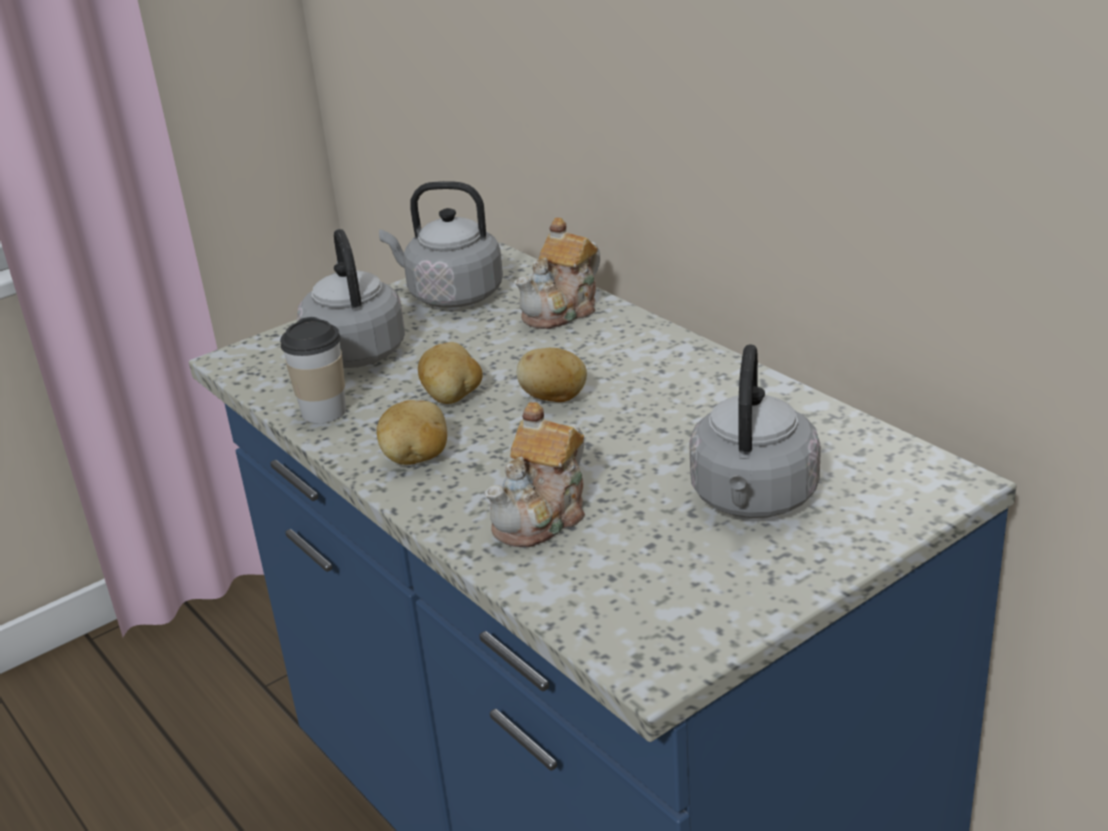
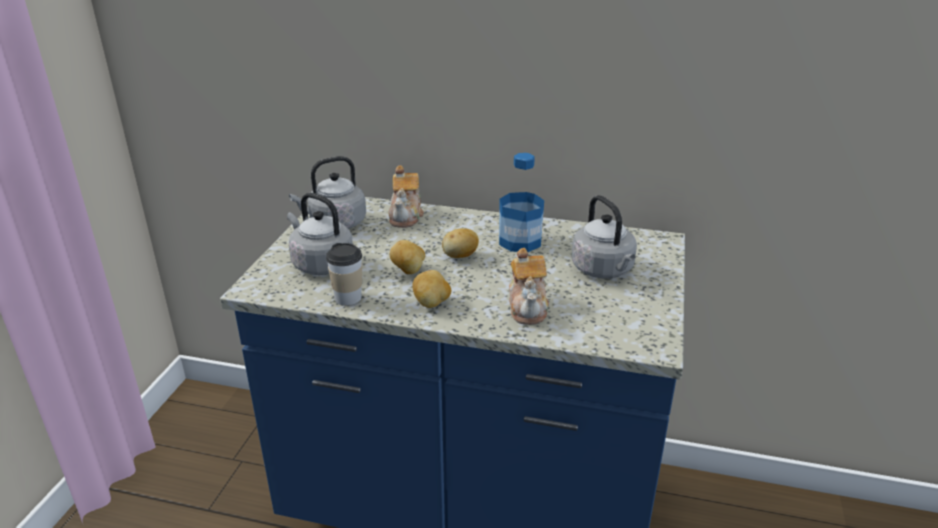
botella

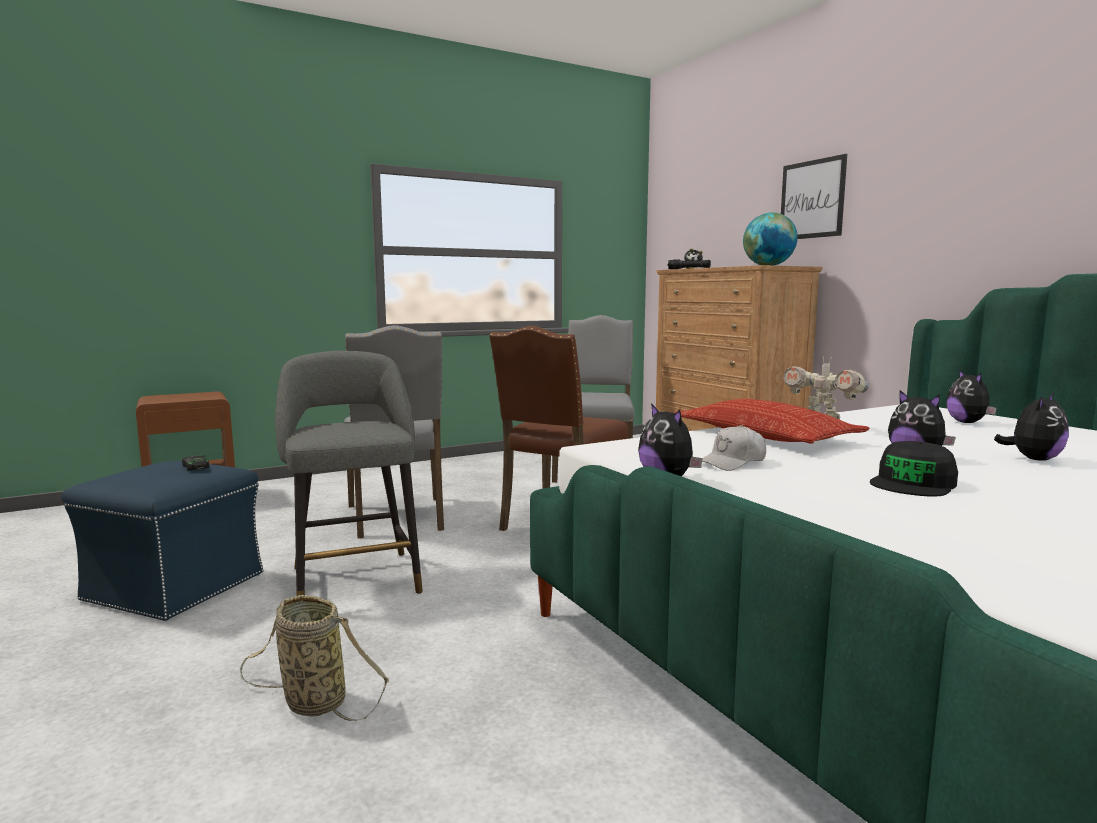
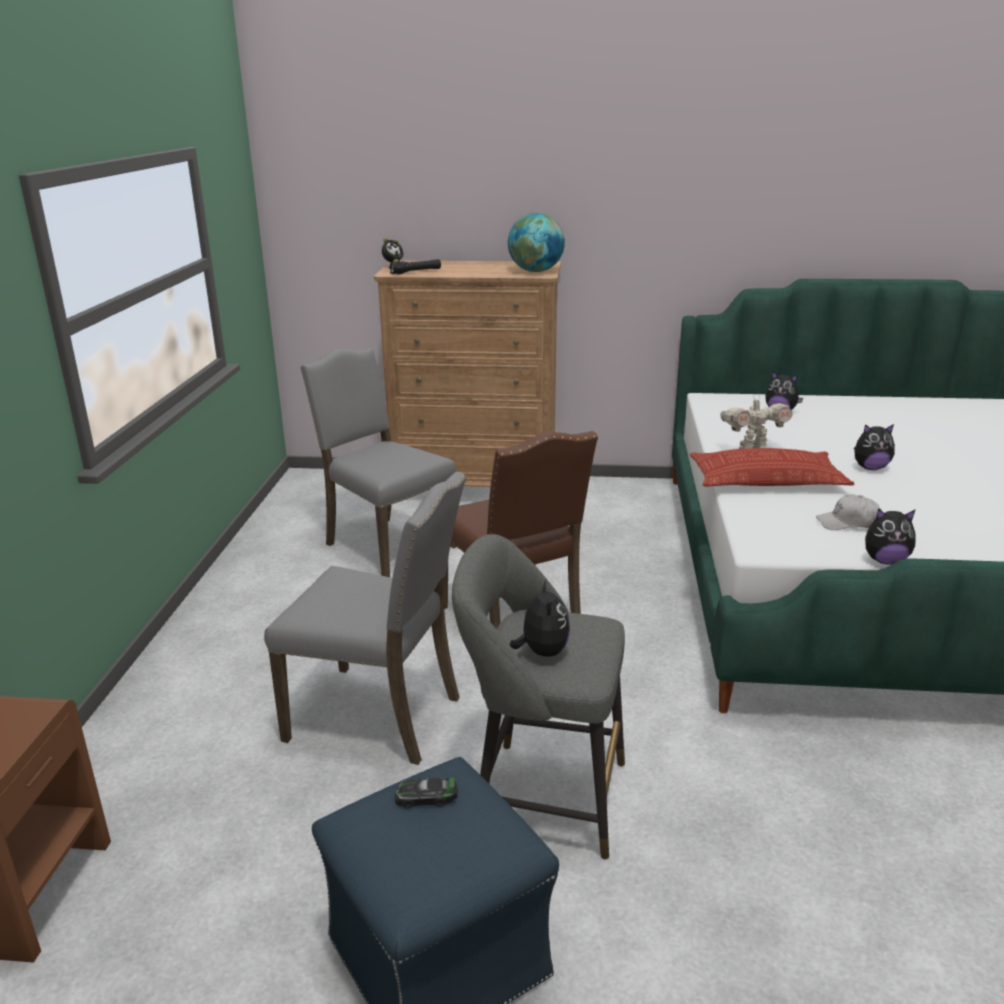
cesta; cuadro; gorra [negro]; peluche (no. 1 from left); gorra [blanco]

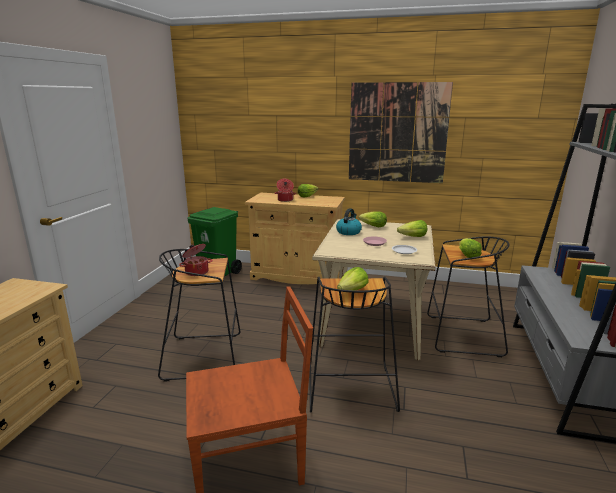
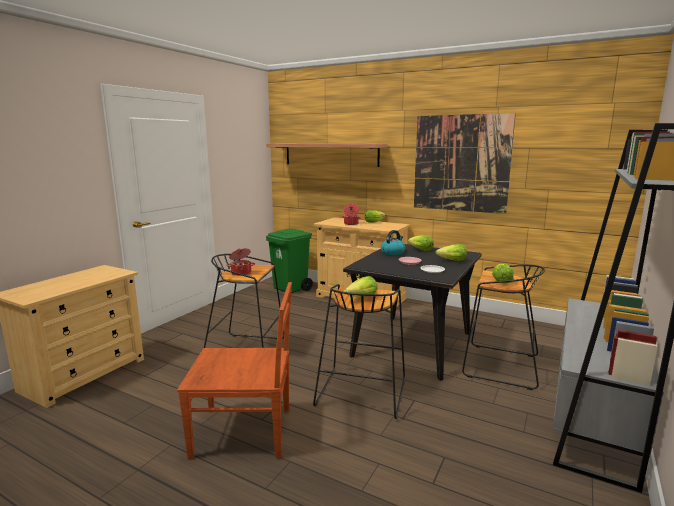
estante; mesa de comedor [negro]

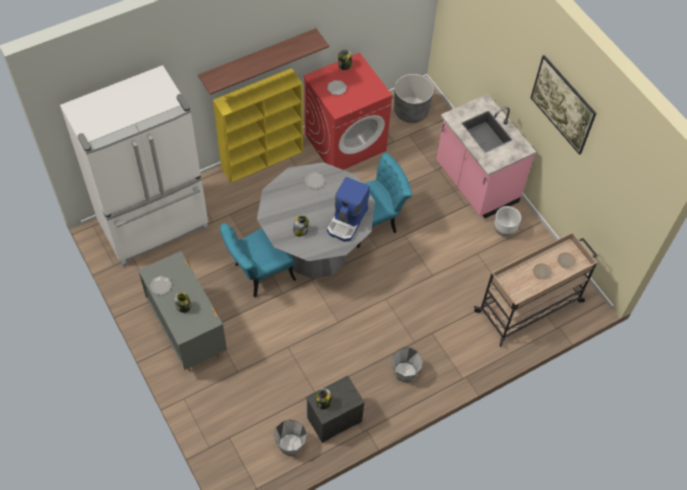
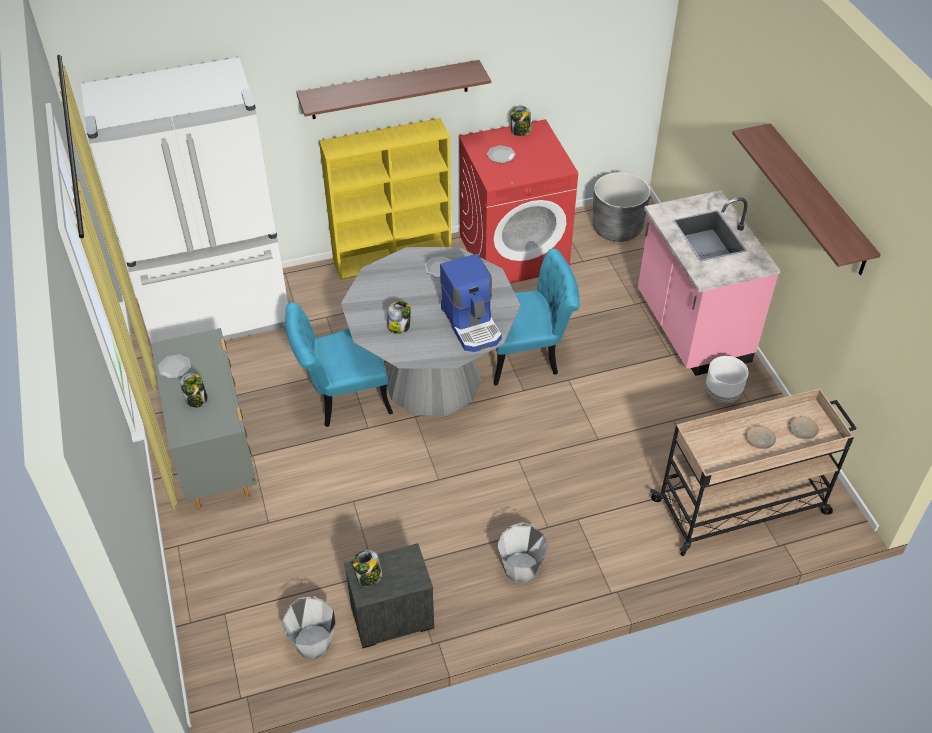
estante (no. 2 from left); cafetera

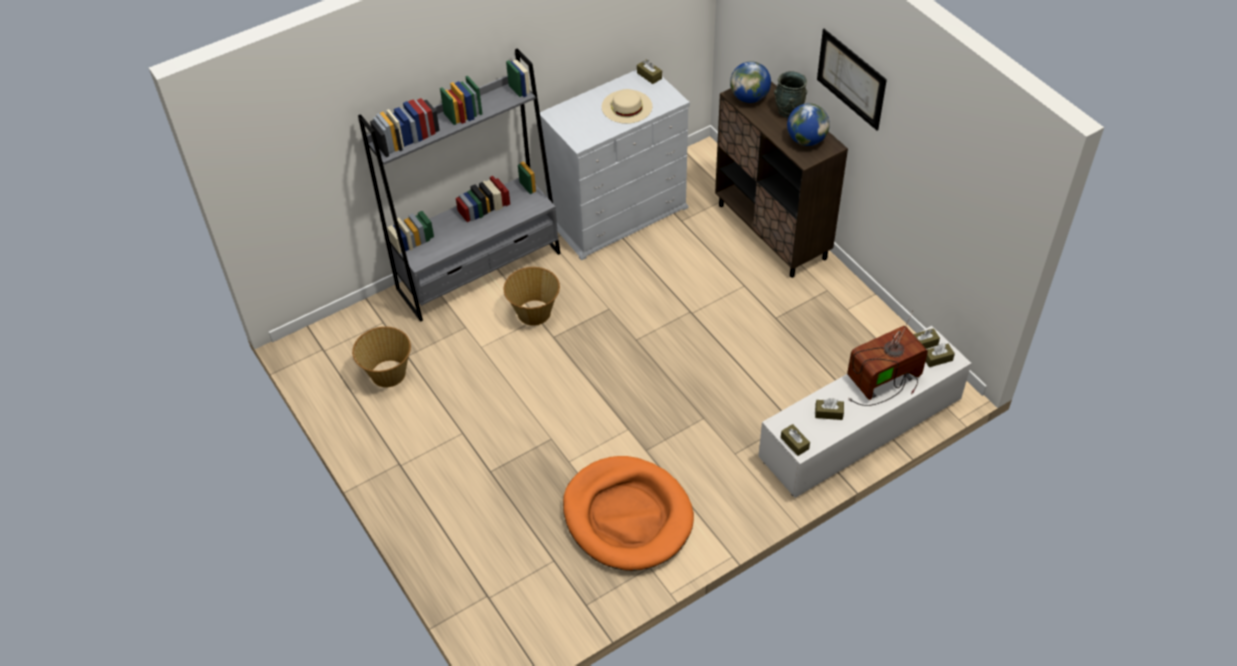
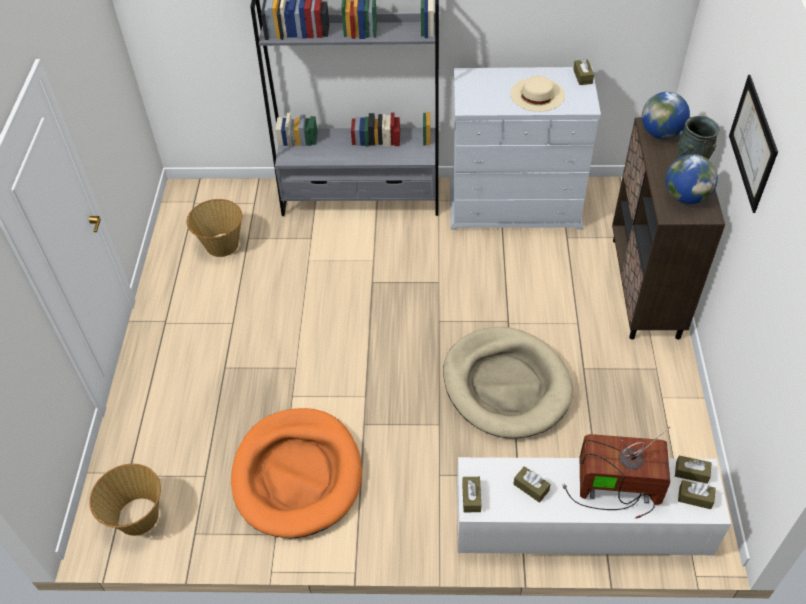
cama para perro [beis]; cesta (no. 1 from left)

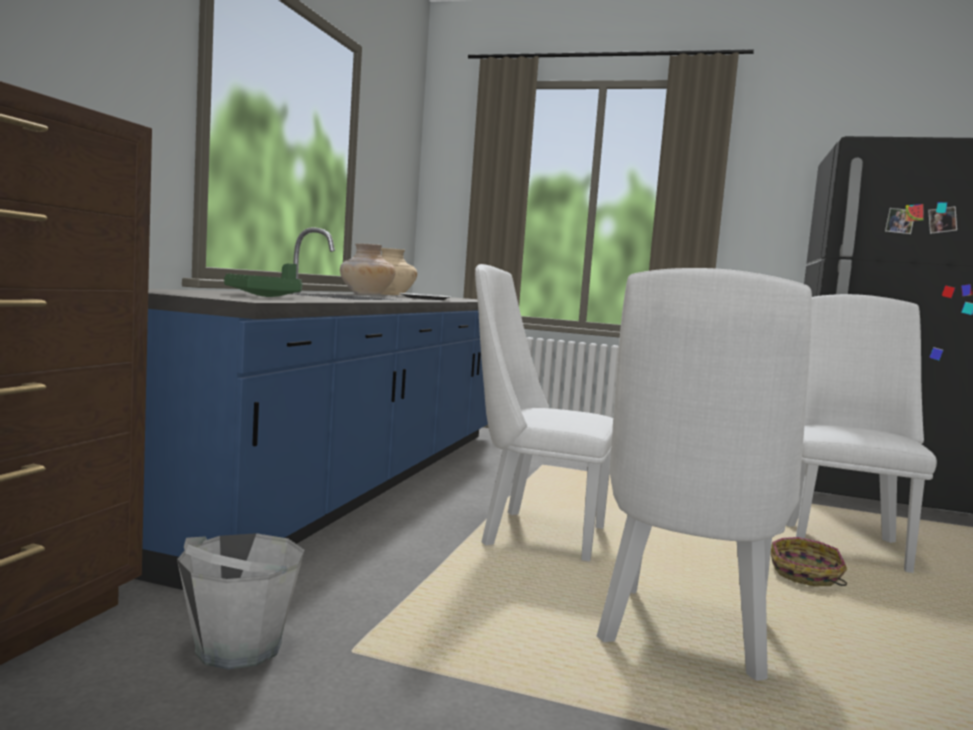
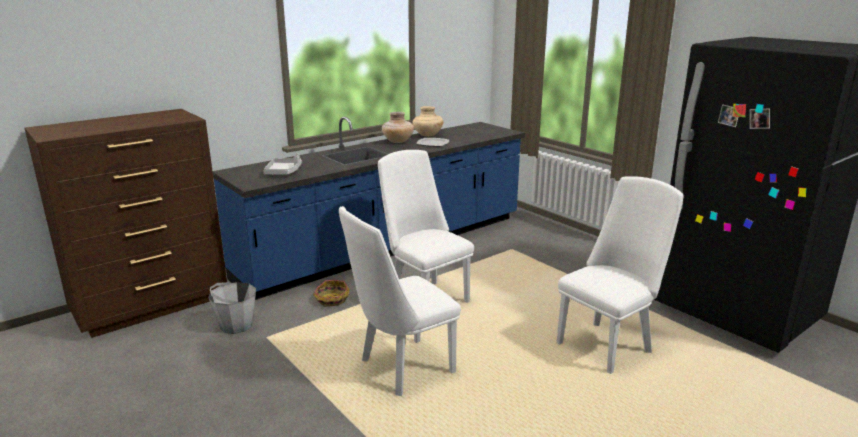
cesta; bandeja [gris]

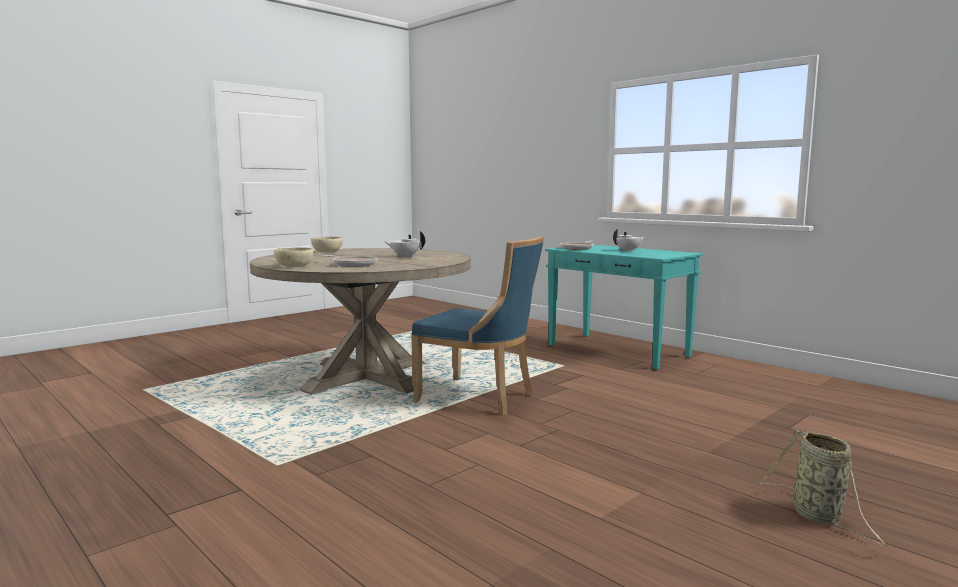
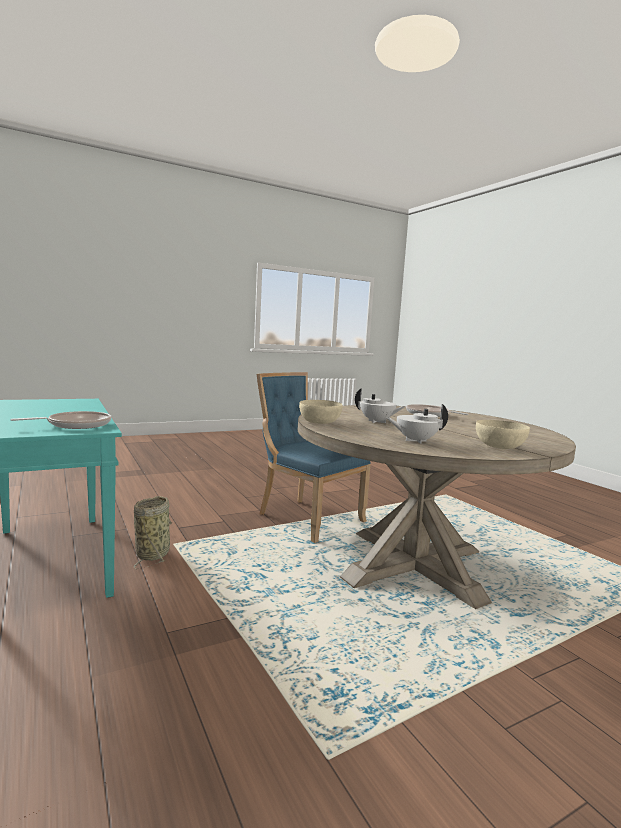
cuenco [beis] (no. 1 from left); tetera [blanco] (no. 2 from left); cesta

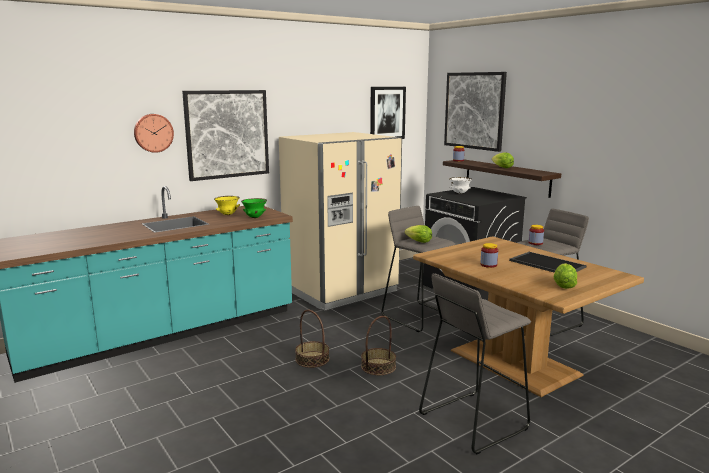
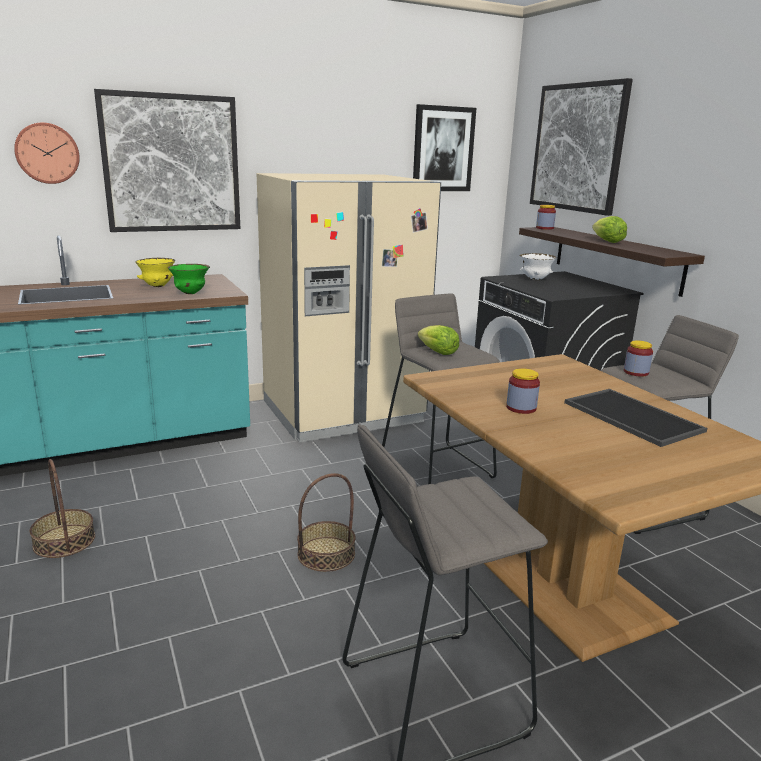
lechuga (no. 3 from left in the first image); cesta (no. 1 from left)

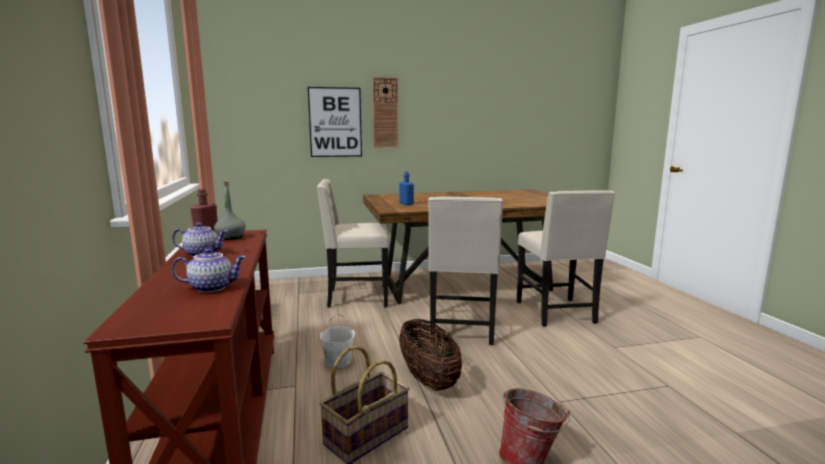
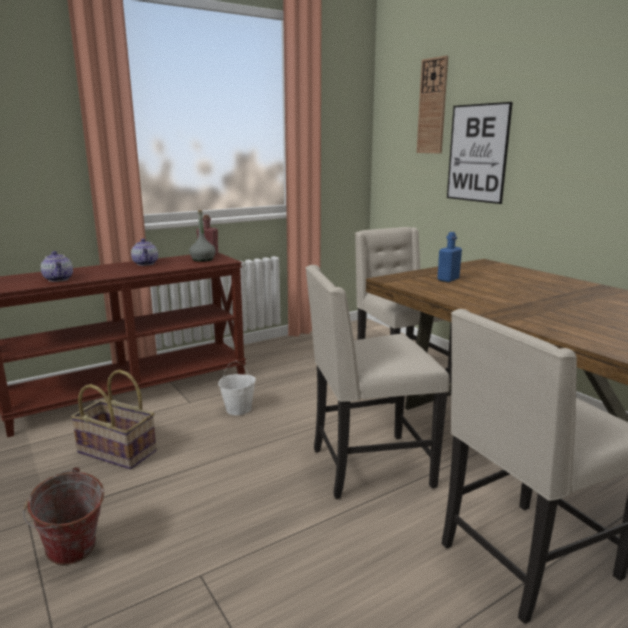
cesta (no. 2 from left in the first image); reloj de pared

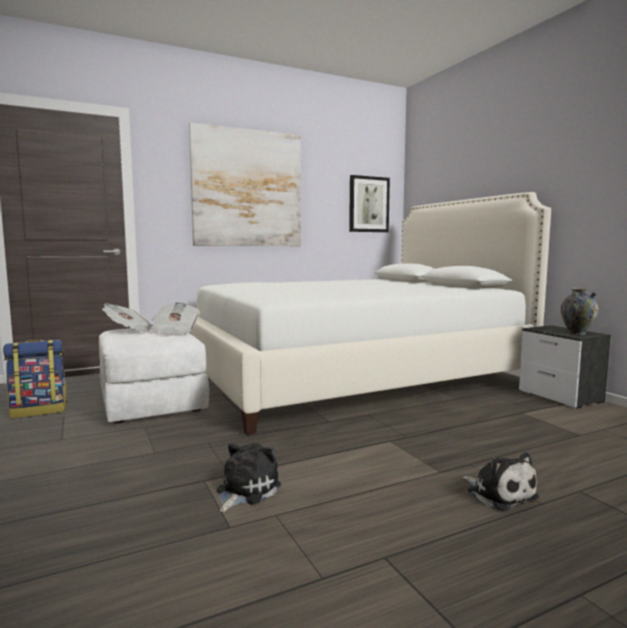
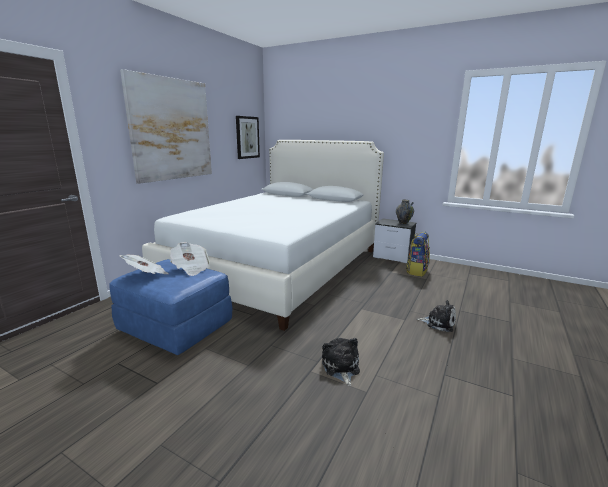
mochila; puf [azul]

